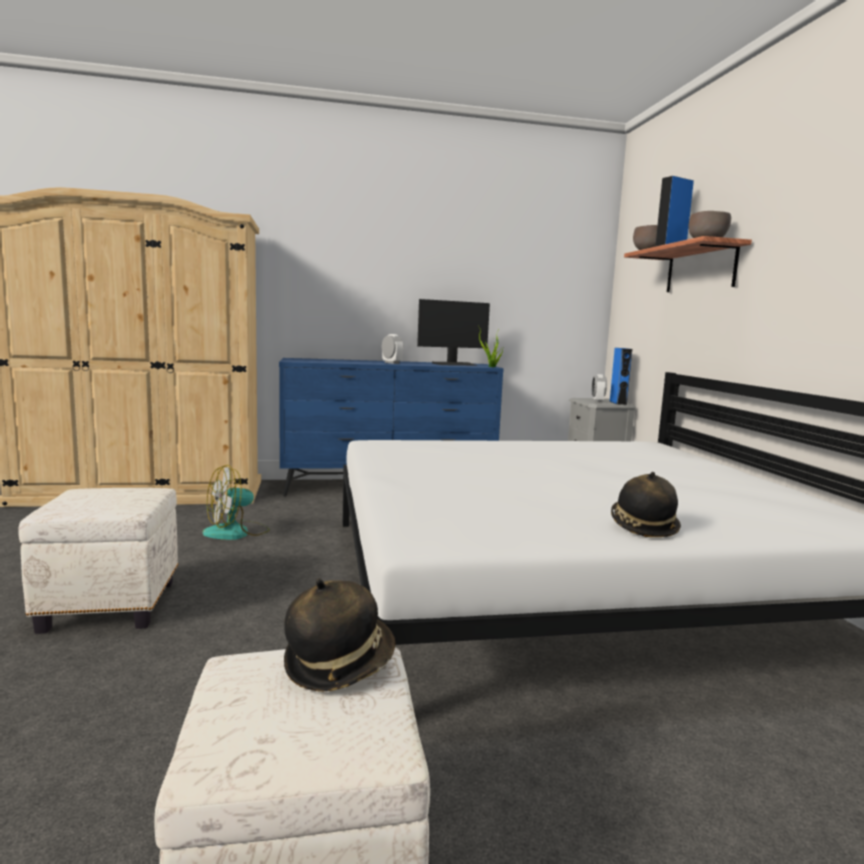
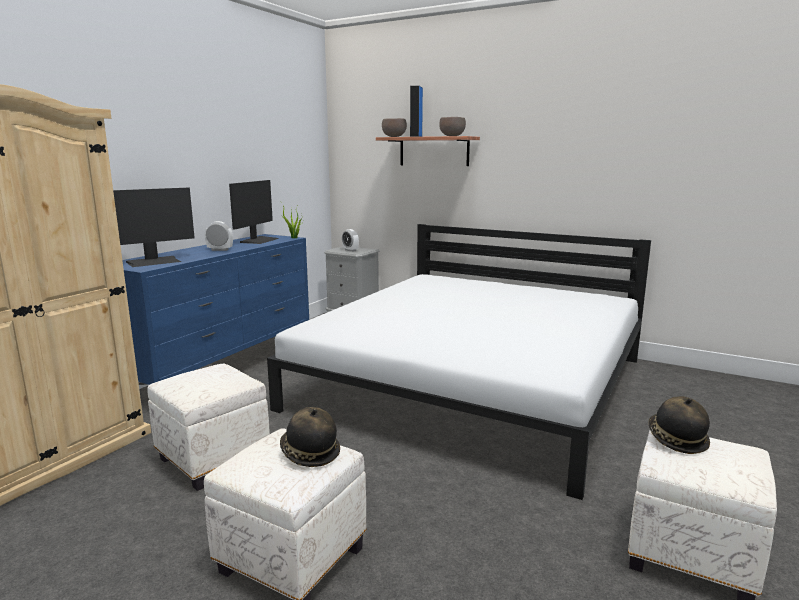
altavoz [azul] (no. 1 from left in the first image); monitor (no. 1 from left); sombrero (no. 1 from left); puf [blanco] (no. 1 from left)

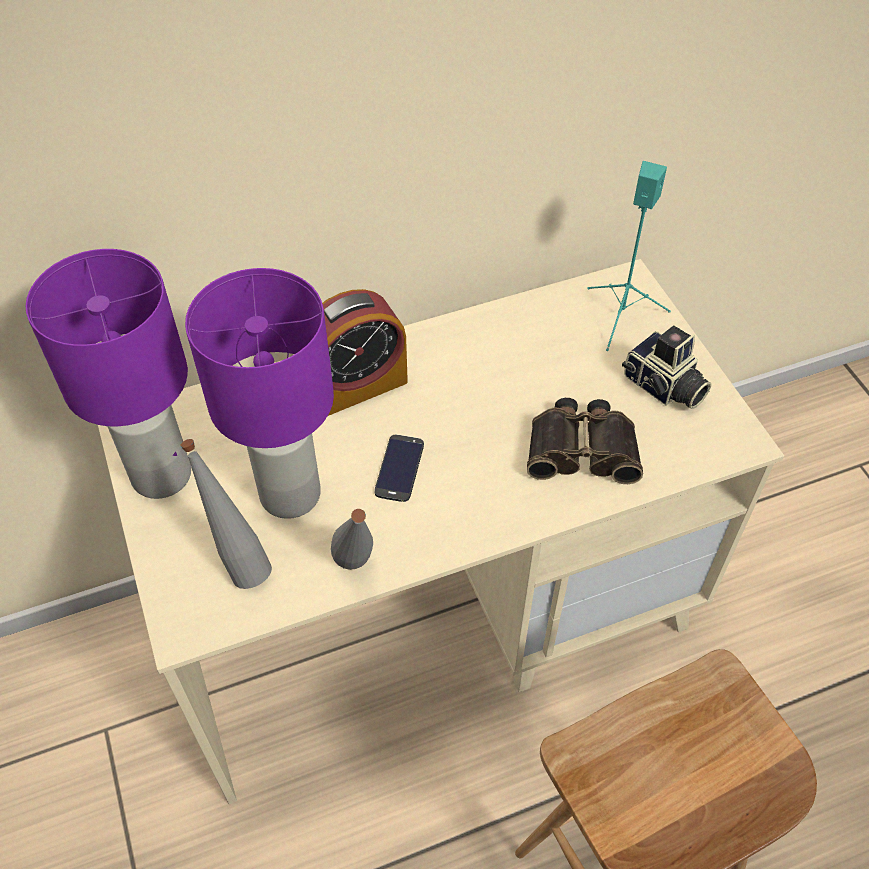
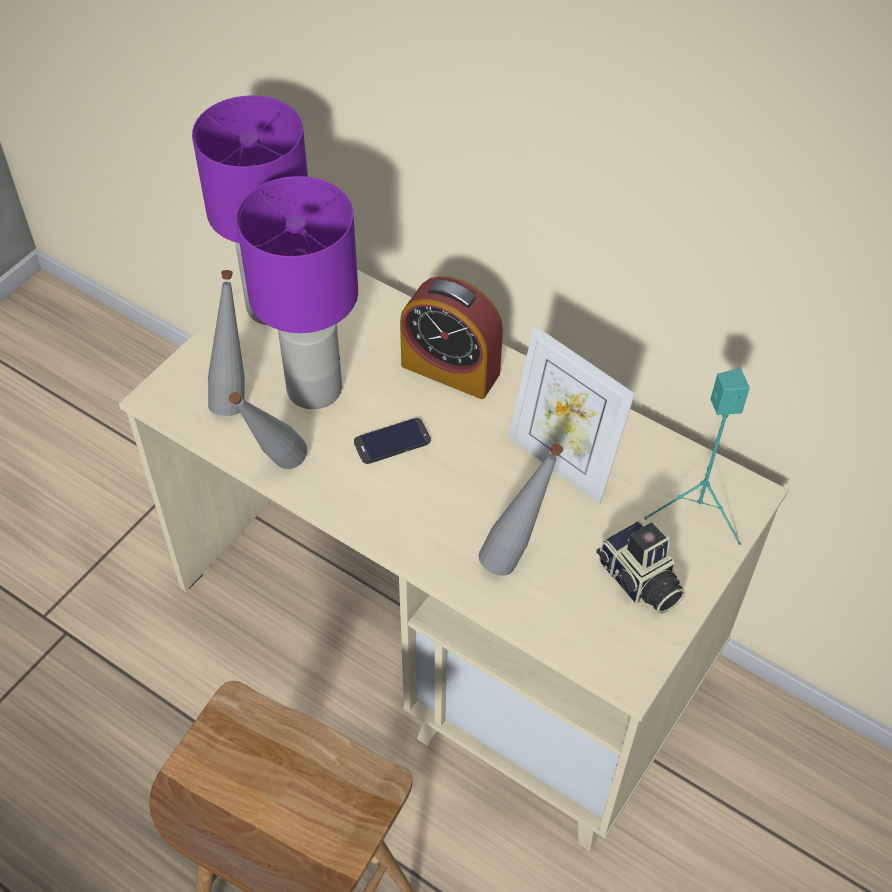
portarretratos; botella [gris] (no. 3 from left); cámara

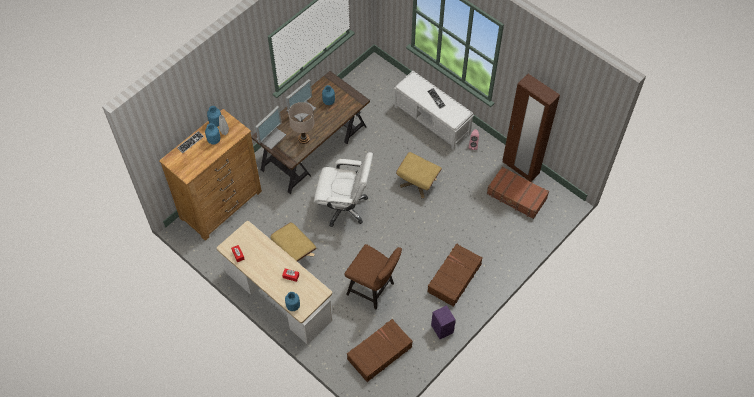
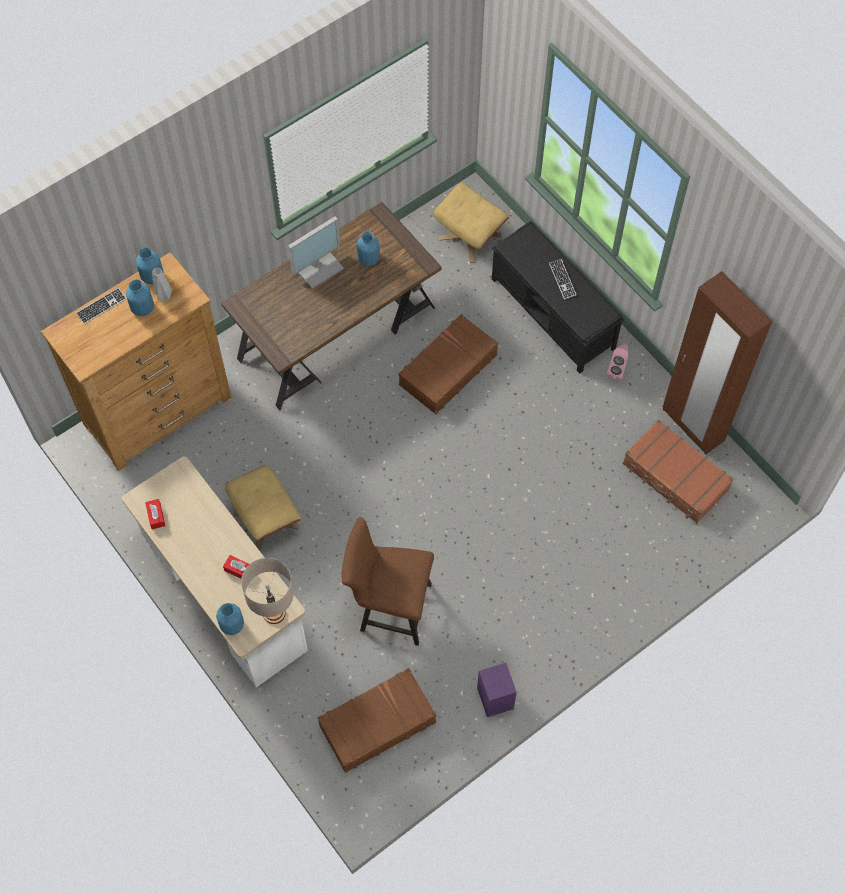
monitor (no. 1 from left in the first image); silla de oficina [blanco]; lámpara de mesa [beis]; puf [beis] (no. 2 from left); maleta [marrón] (no. 2 from left); banco [negro]; silla [marrón]

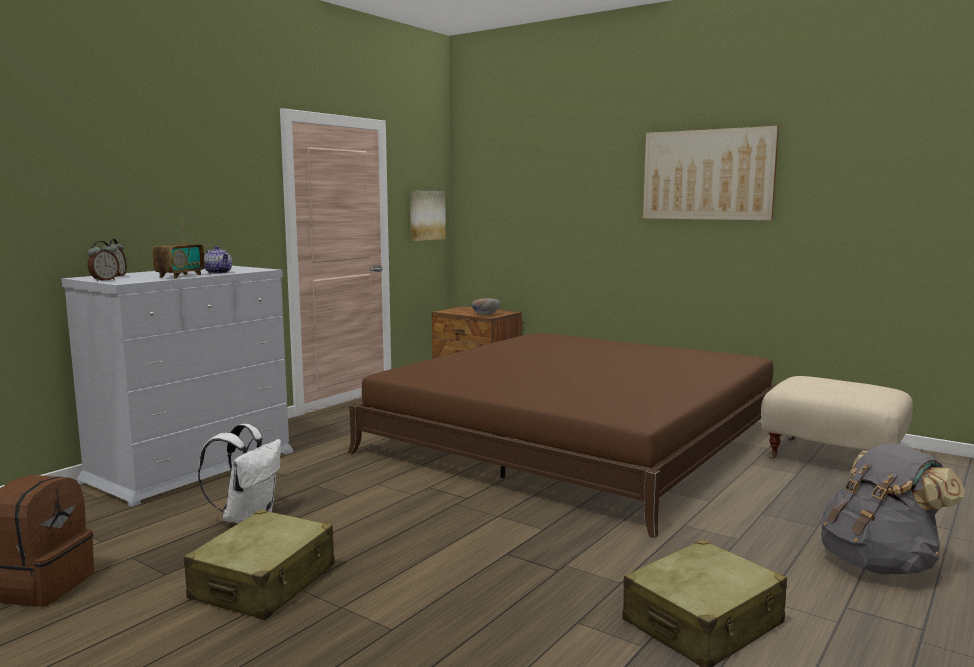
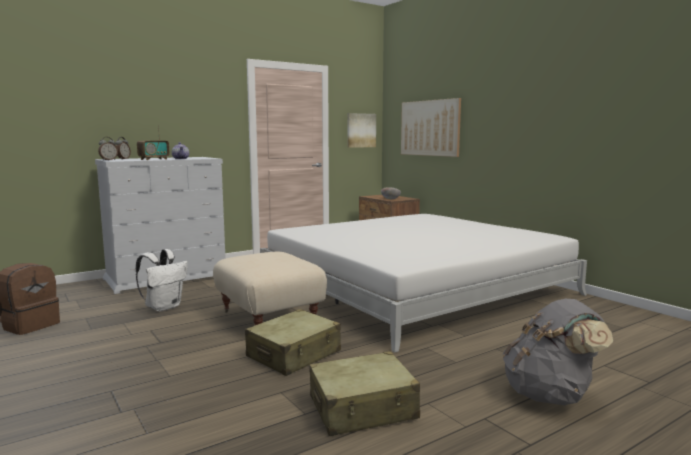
maleta [beis] (no. 1 from left); cuadro (no. 2 from left); puf [beis]; cama [blanco]

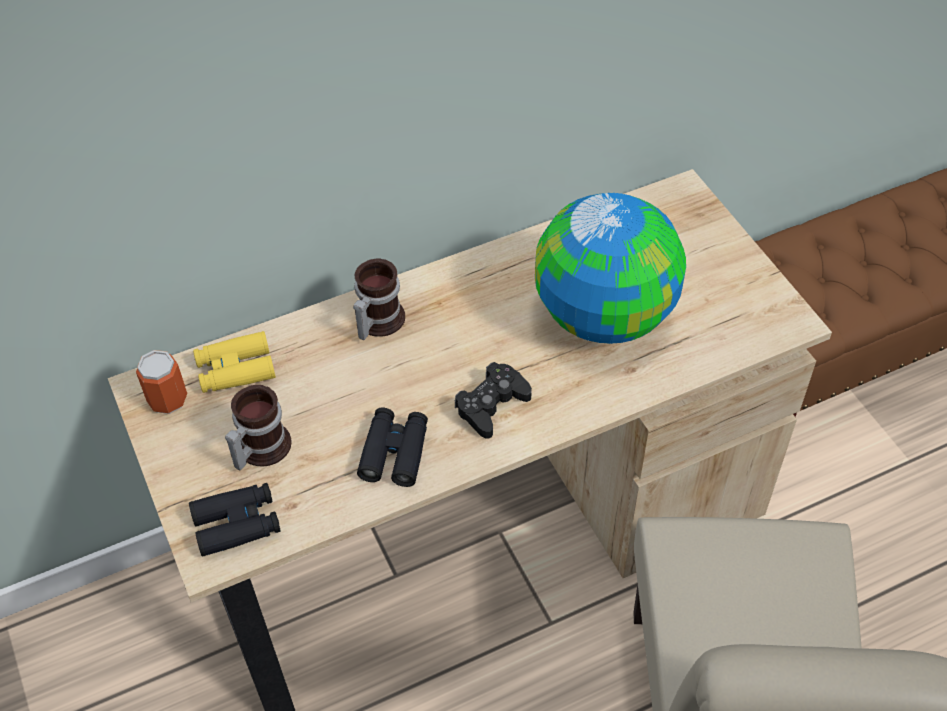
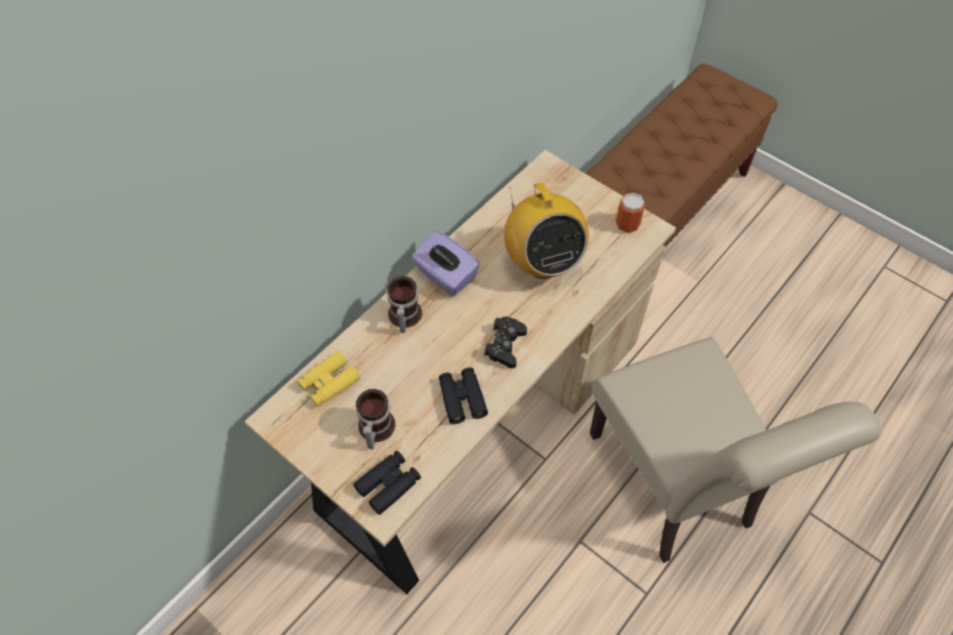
caja de pañuelos [morado]; lata; radio

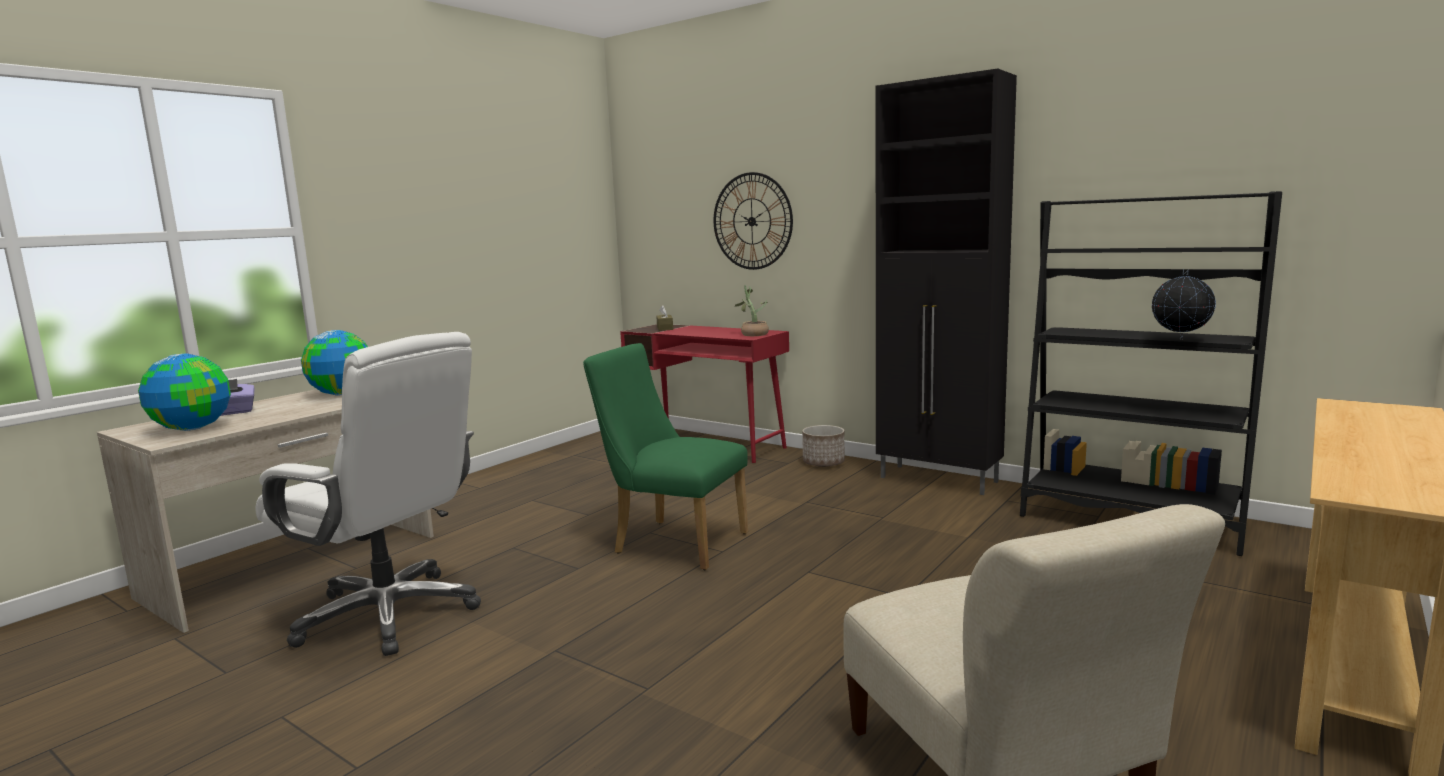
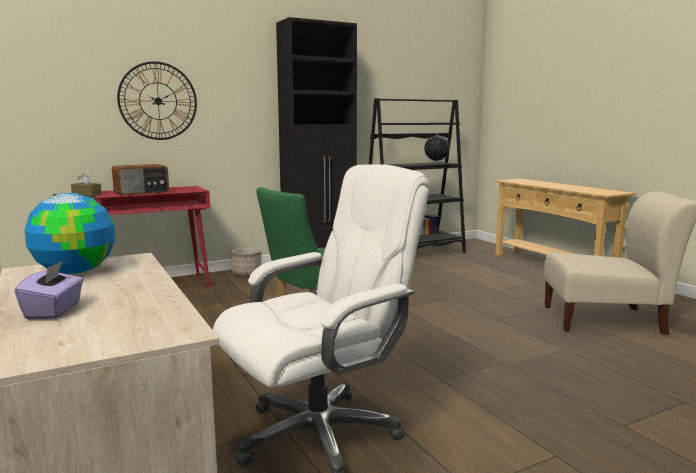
globo terráqueo (no. 1 from left in the first image); planta en maceta; radio

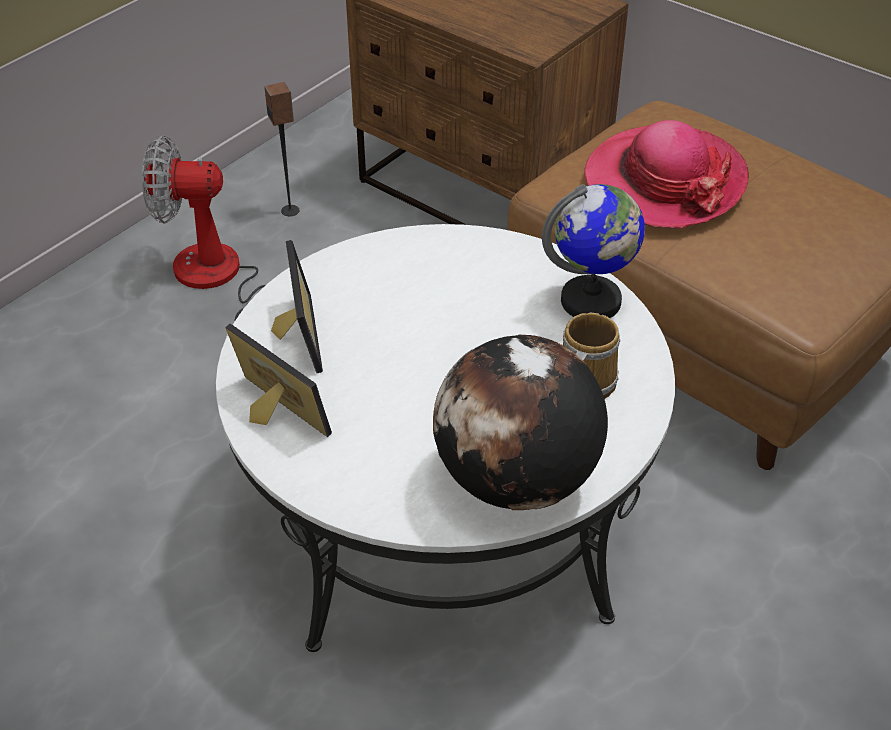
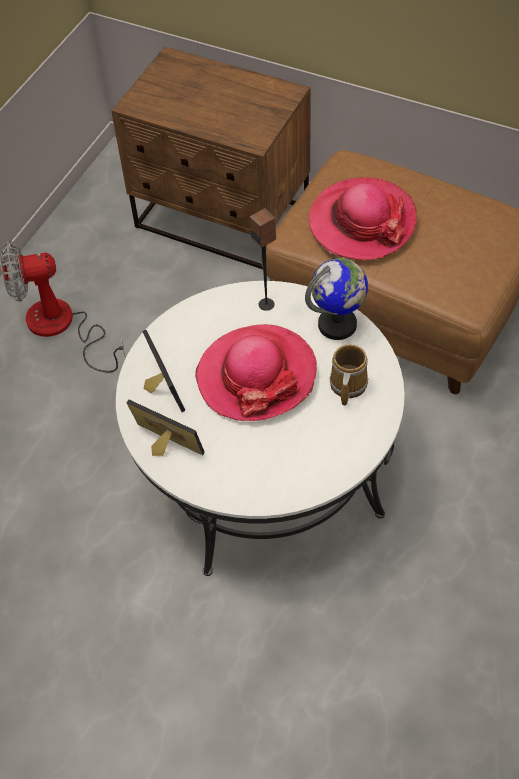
globo terráqueo (no. 1 from left in the first image); sombrero (no. 1 from left); altavoz

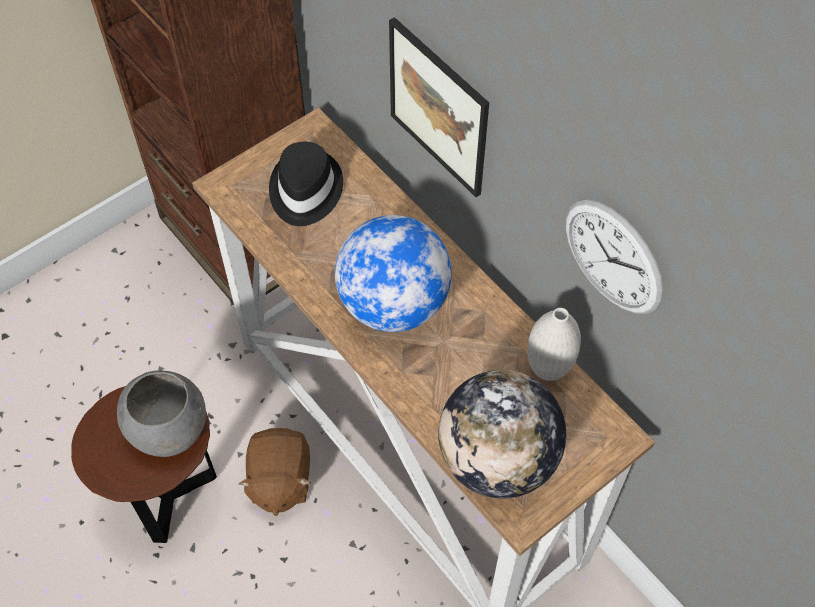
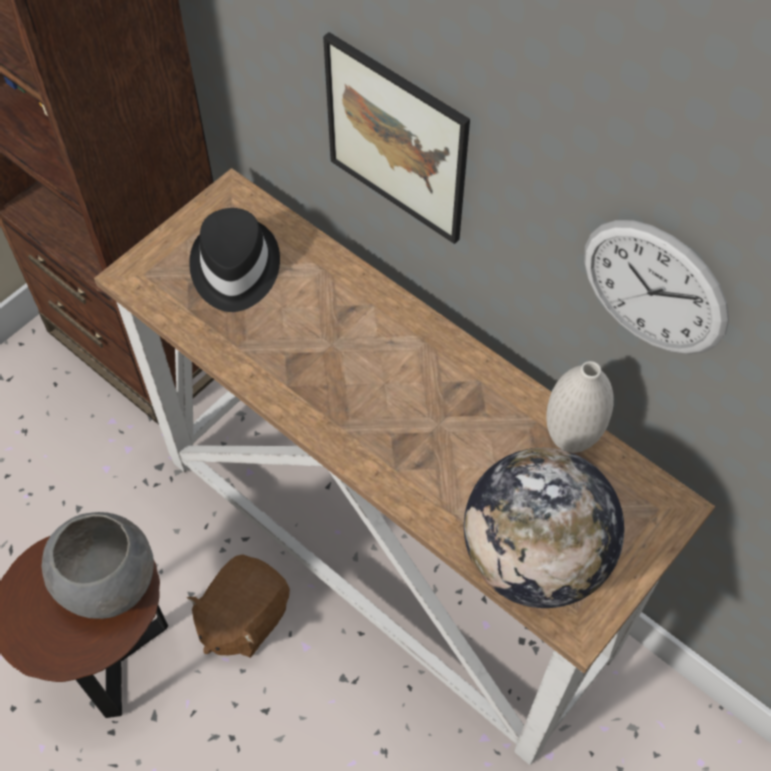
globo terráqueo (no. 1 from left in the first image); peluche [marrón]

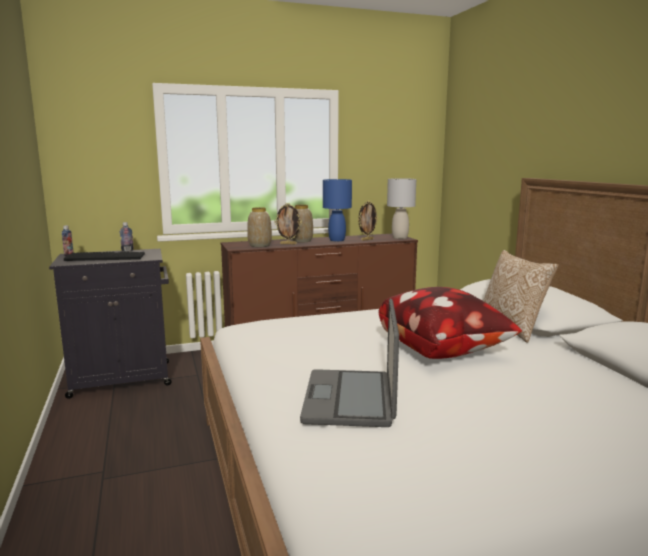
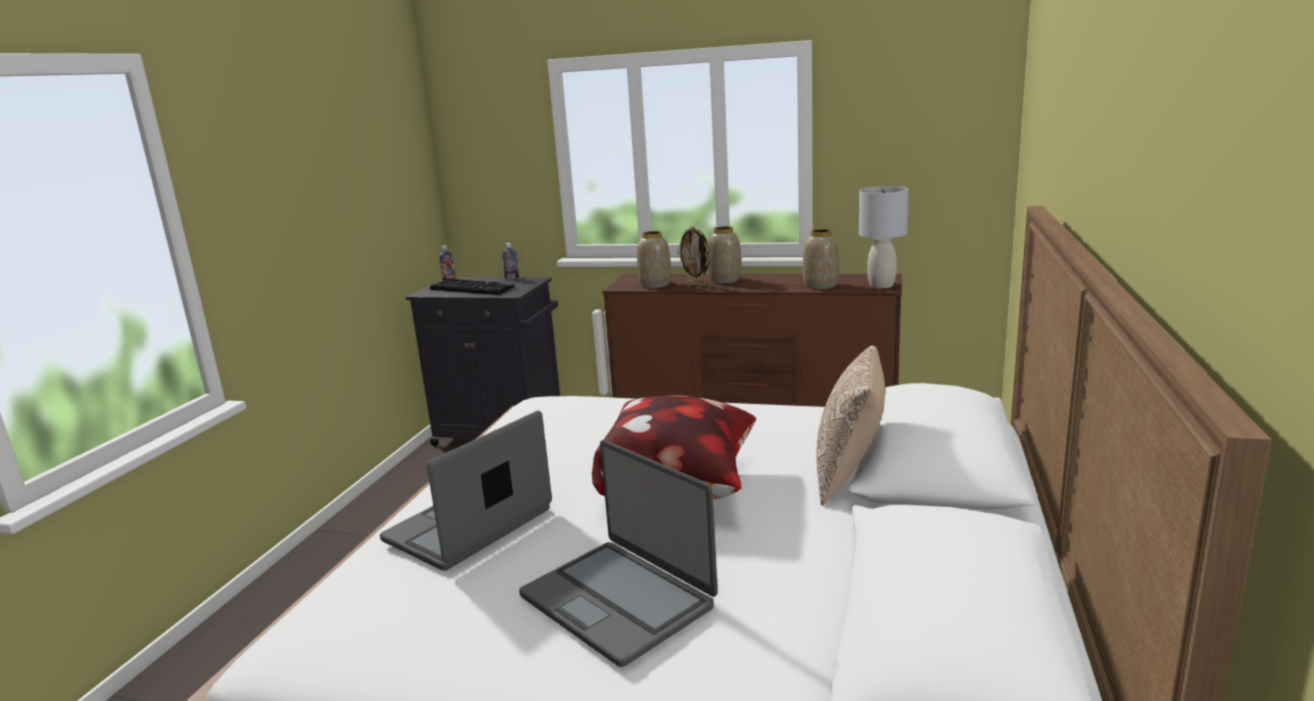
lámpara de mesa [azul]; portátil (no. 2 from left); florero (no. 3 from left)

